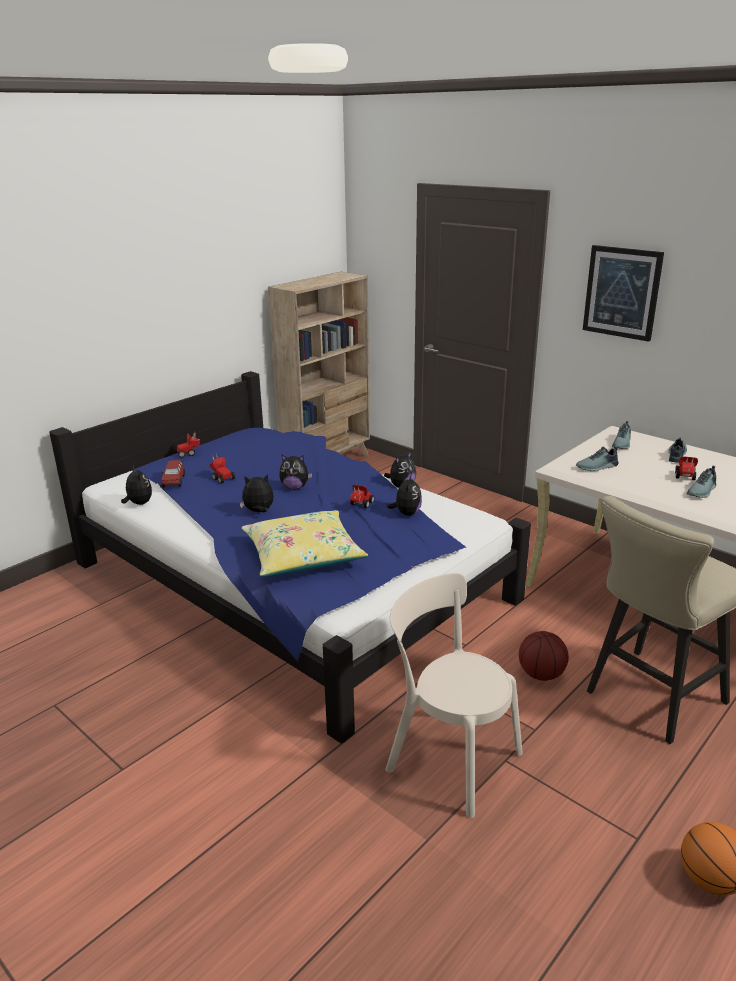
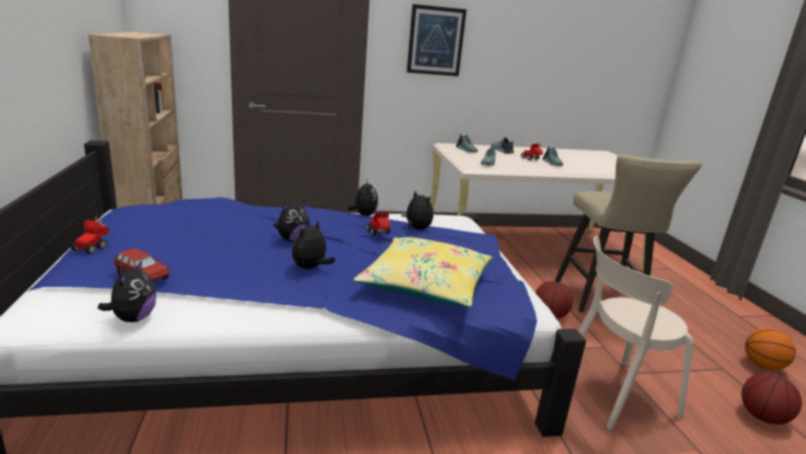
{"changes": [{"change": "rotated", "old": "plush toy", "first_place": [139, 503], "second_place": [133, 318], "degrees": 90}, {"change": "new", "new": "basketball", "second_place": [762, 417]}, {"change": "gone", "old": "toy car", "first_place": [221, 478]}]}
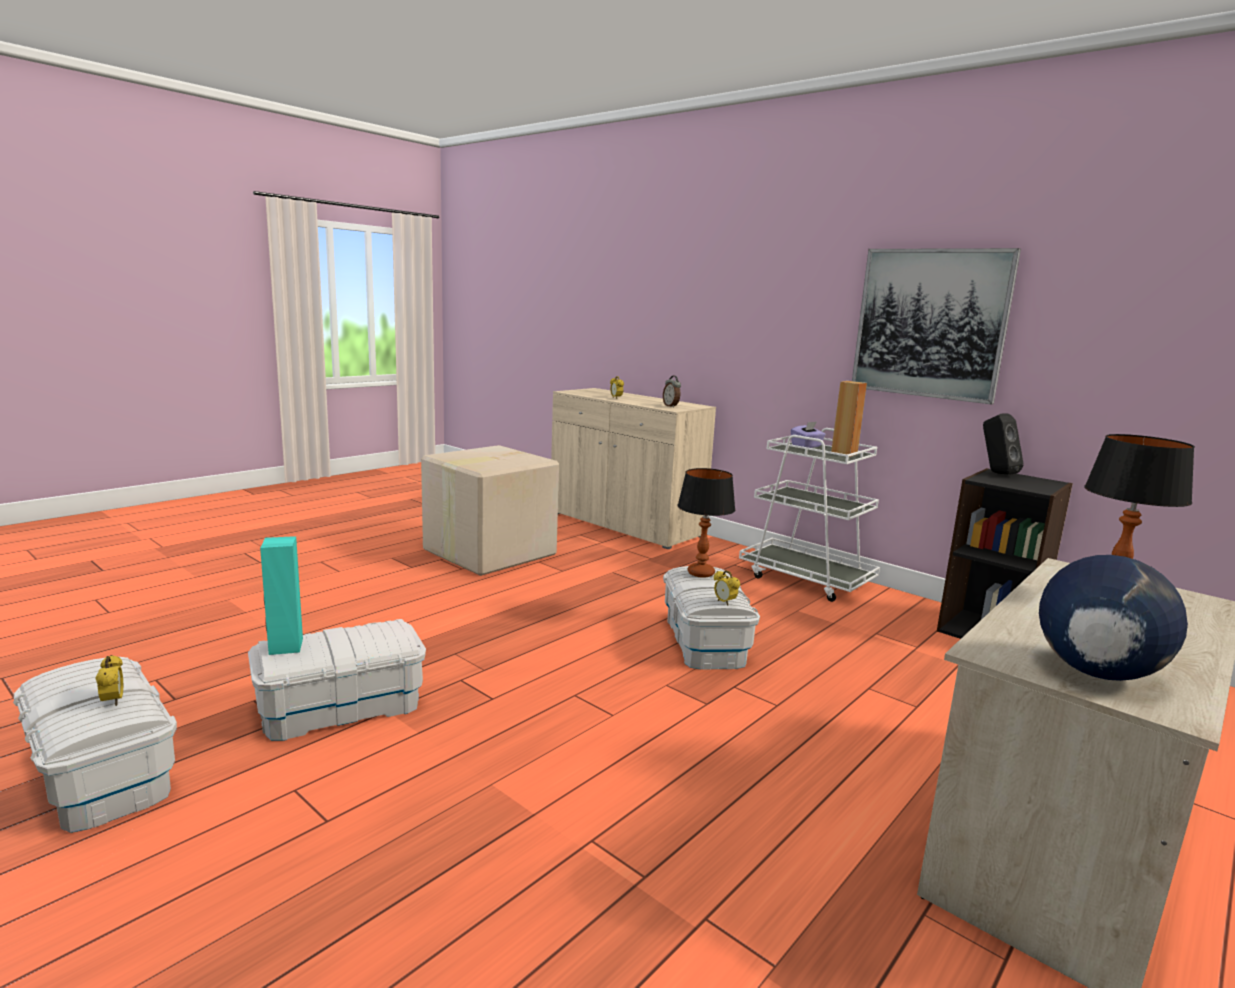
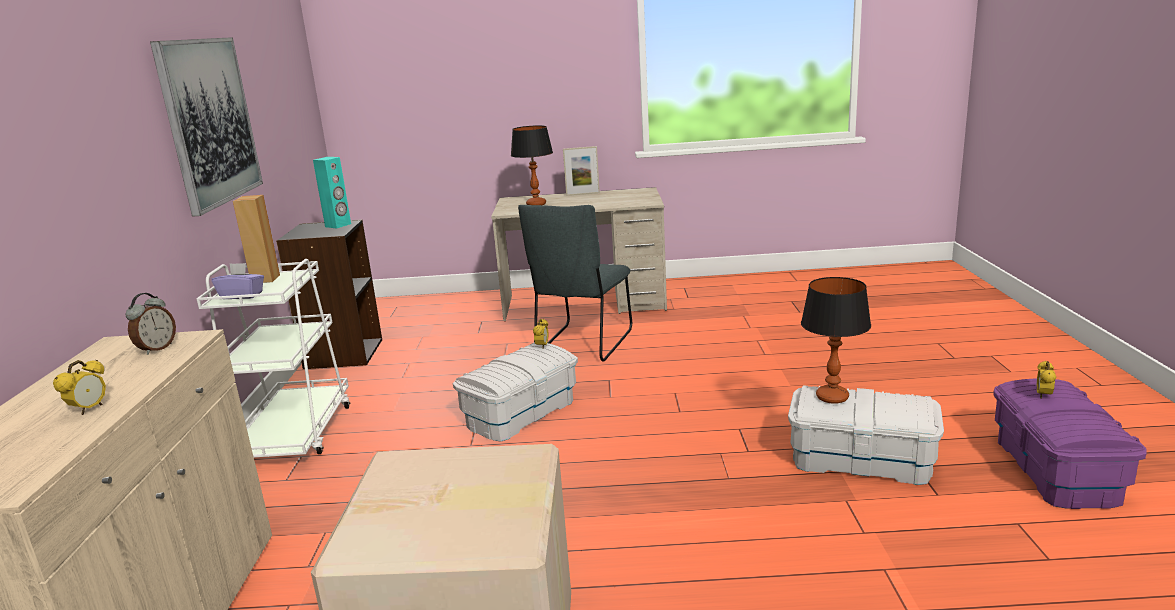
{"changes": [{"change": "shifted", "old": "speaker/turquoise", "first_place": [285, 646], "second_place": [338, 225]}, {"change": "new", "new": "chair/grey", "second_place": [582, 345]}, {"change": "new", "new": "picture frame", "second_place": [583, 194]}, {"change": "shifted", "old": "table lamp", "first_place": [701, 573], "second_place": [832, 397]}, {"change": "repainted", "old": "storage box/white", "new": "storage box/purple", "first_place": [101, 774], "second_place": [1056, 470]}, {"change": "gone", "old": "speaker/black", "first_place": [996, 473]}, {"change": "gone", "old": "globe", "first_place": [1096, 672]}]}
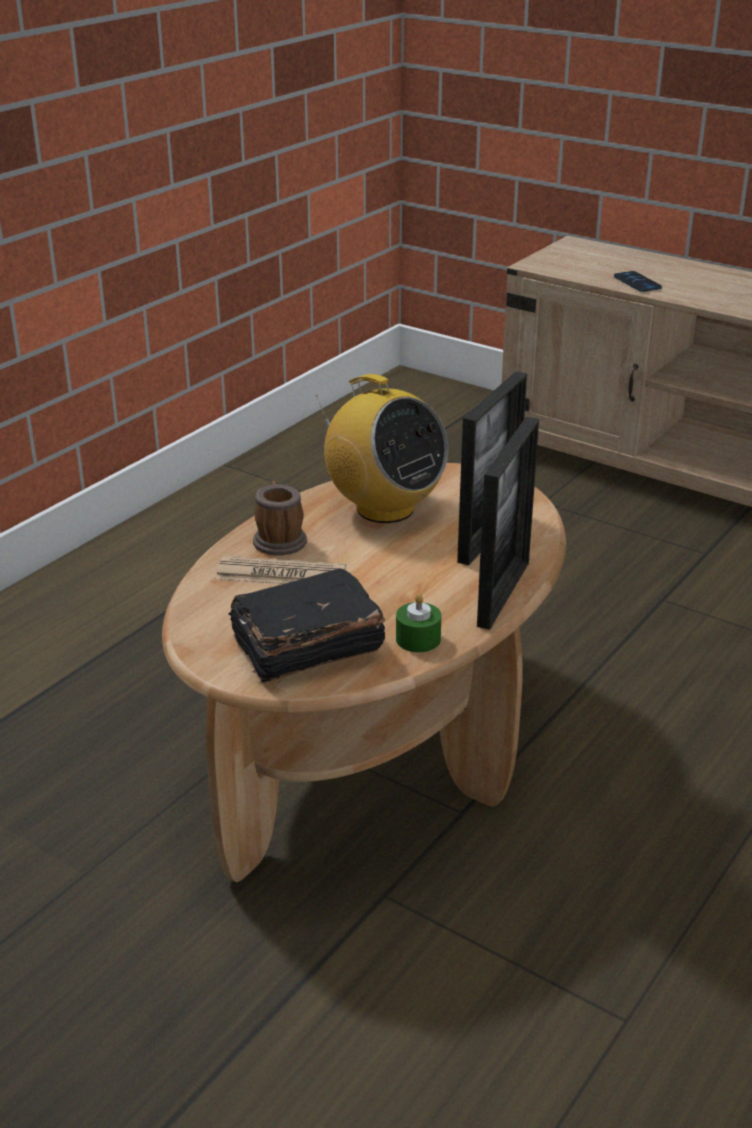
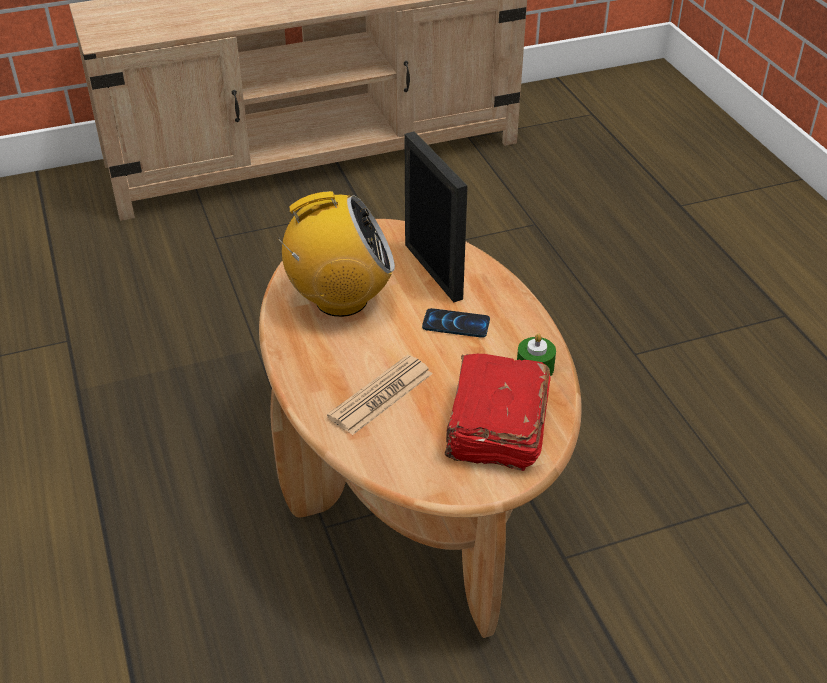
{"changes": [{"change": "shifted", "old": "phone", "first_place": [637, 283], "second_place": [456, 324]}, {"change": "repainted", "old": "book/black", "new": "book/red", "first_place": [305, 647], "second_place": [495, 428]}, {"change": "gone", "old": "mug", "first_place": [278, 539]}, {"change": "gone", "old": "picture frame", "first_place": [503, 593]}]}
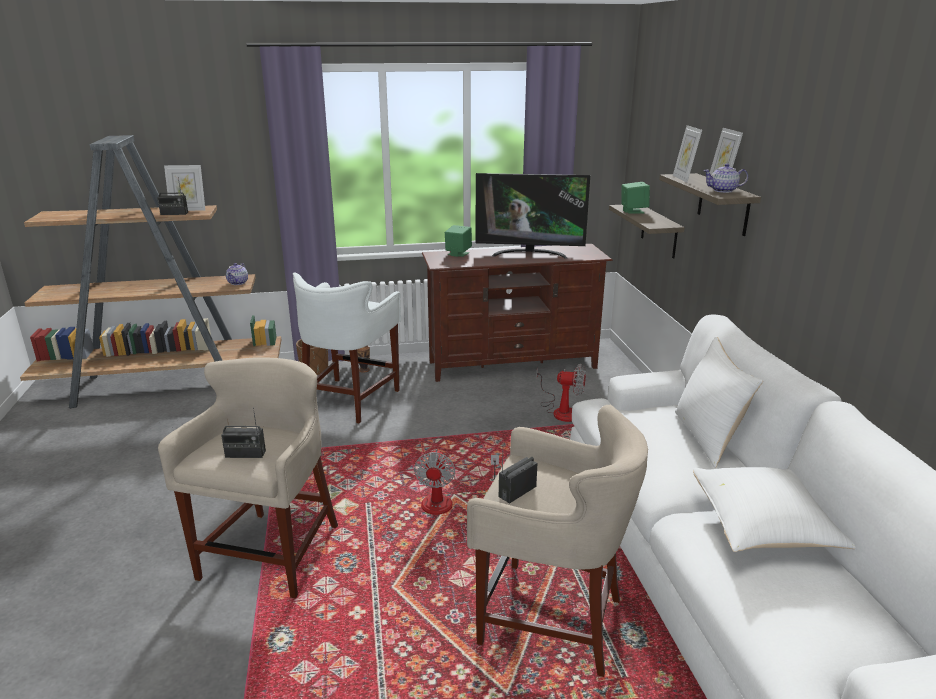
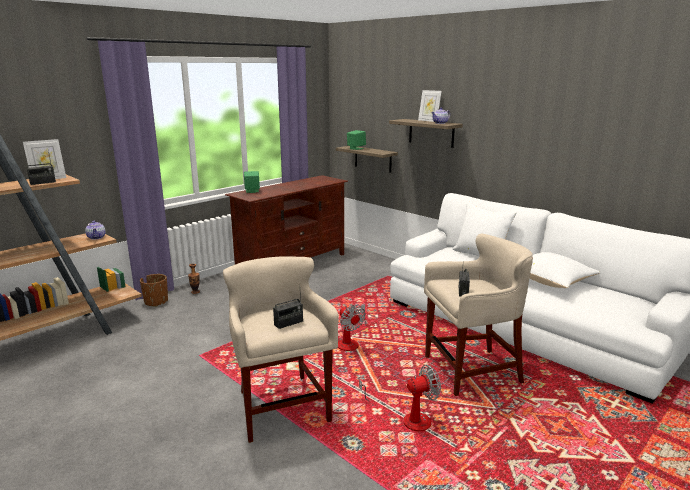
{"changes": [{"change": "shifted", "old": "fan", "first_place": [561, 410], "second_place": [407, 419]}, {"change": "gone", "old": "stool/white", "first_place": [350, 400]}, {"change": "gone", "old": "television", "first_place": [529, 253]}, {"change": "gone", "old": "picture frame", "first_place": [683, 179]}]}
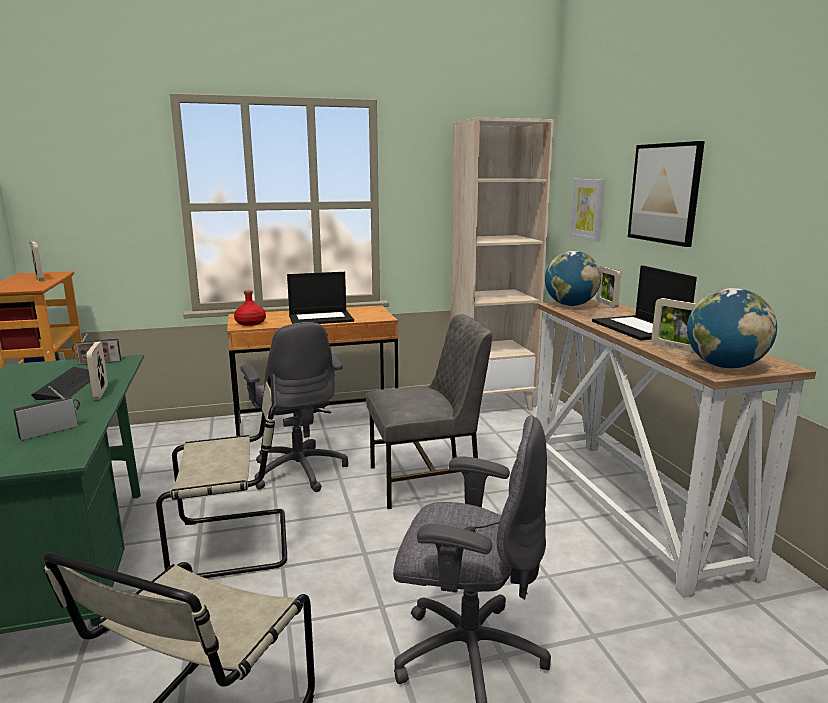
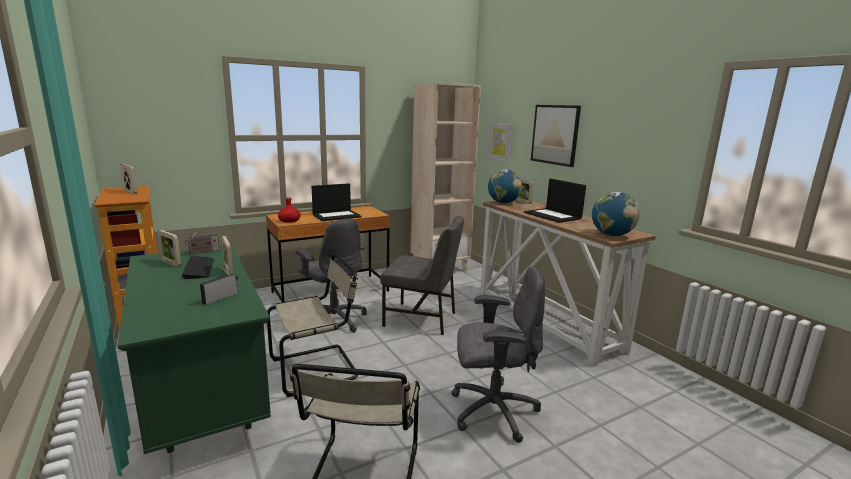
{"changes": [{"change": "shifted", "old": "picture frame", "first_place": [674, 347], "second_place": [171, 263]}, {"change": "rotated", "old": "chair/grey", "first_place": [426, 481], "second_place": [421, 319], "degrees": 45}]}
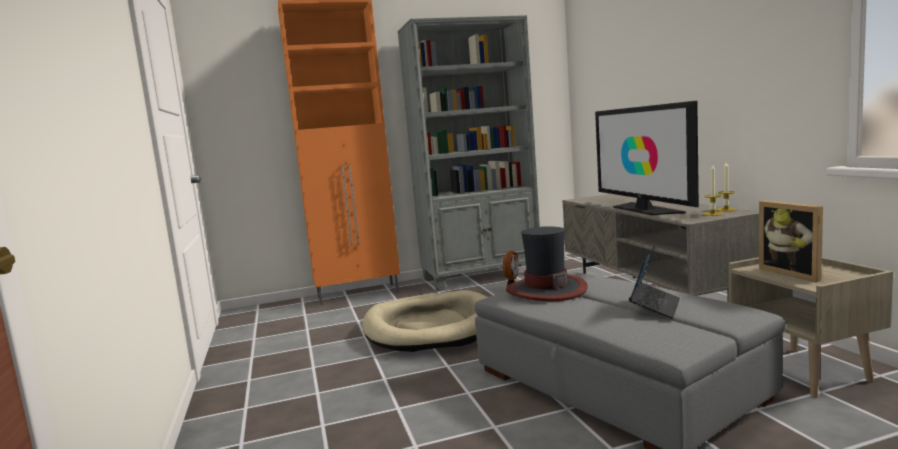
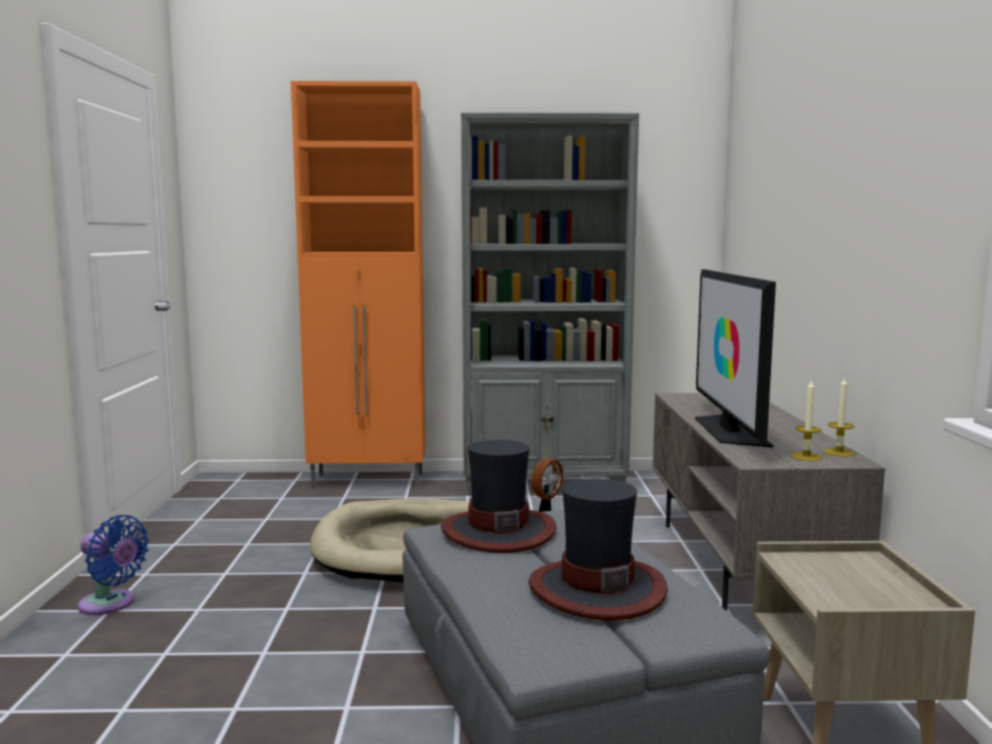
{"changes": [{"change": "new", "new": "fan/blue", "second_place": [110, 604]}, {"change": "swapped", "old": "laptop", "new": "hat", "first_place": [655, 306], "second_place": [596, 589]}, {"change": "gone", "old": "picture frame", "first_place": [794, 273]}]}
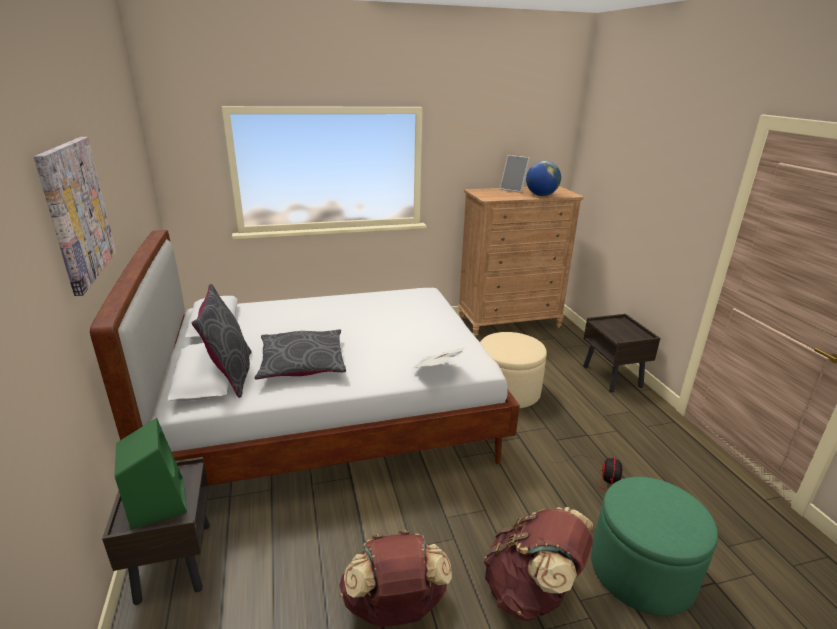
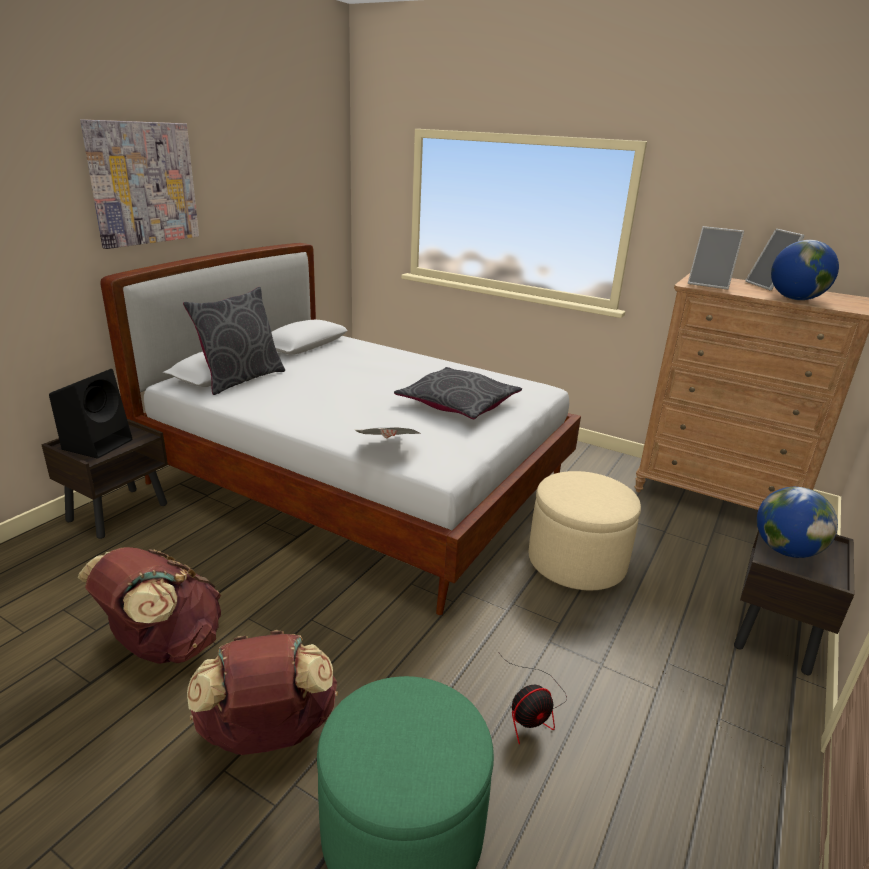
{"changes": [{"change": "repainted", "old": "speaker/green", "new": "speaker/black", "first_place": [157, 502], "second_place": [98, 444]}, {"change": "shifted", "old": "pillow/grey", "first_place": [302, 363], "second_place": [458, 404]}, {"change": "new", "new": "picture frame", "second_place": [709, 284]}, {"change": "new", "new": "globe", "second_place": [785, 550]}]}
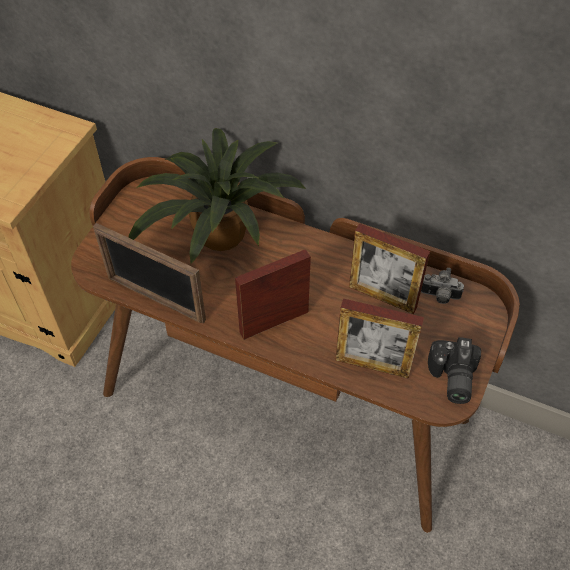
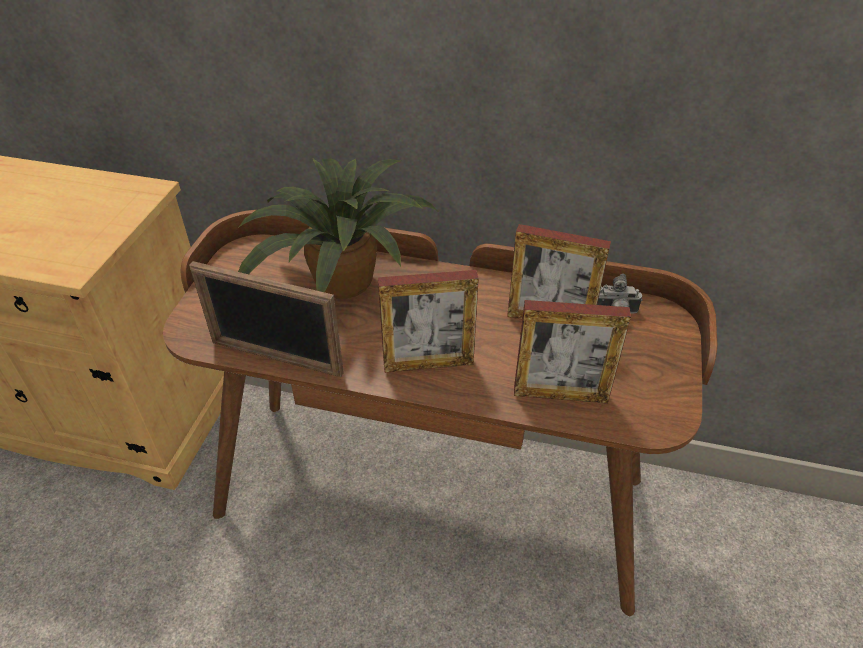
{"changes": [{"change": "rotated", "old": "picture frame", "first_place": [274, 322], "second_place": [428, 364], "degrees": -150}, {"change": "gone", "old": "photo camera", "first_place": [451, 378]}]}
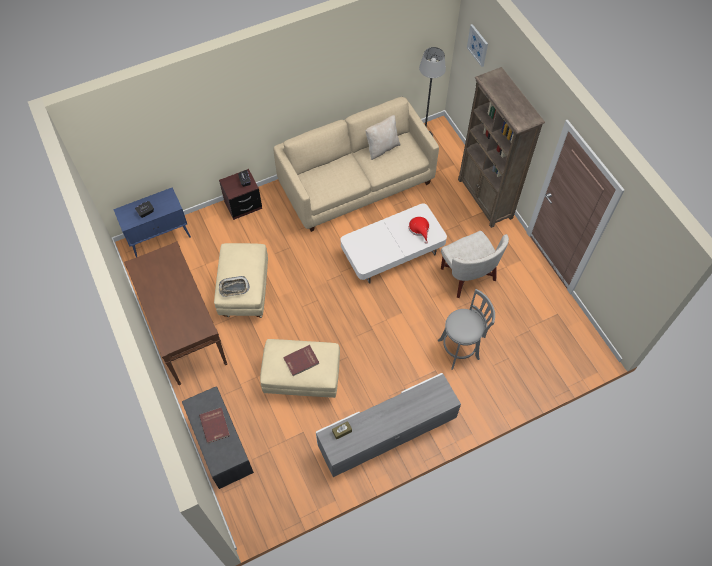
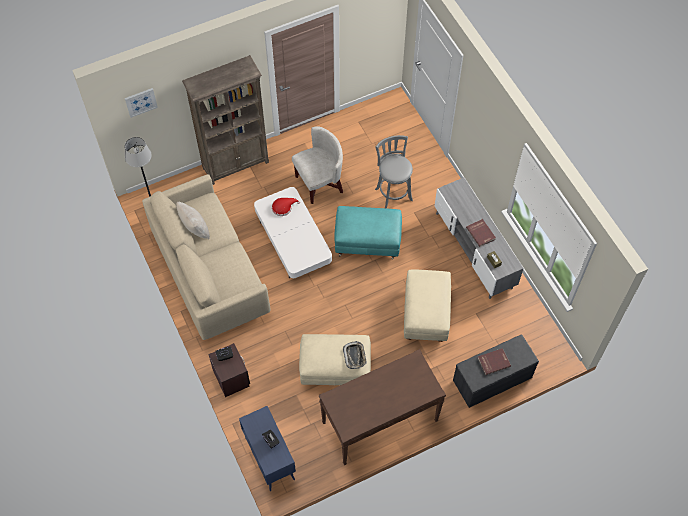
{"changes": [{"change": "new", "new": "ottoman/turquoise", "second_place": [367, 242]}, {"change": "shifted", "old": "book/red", "first_place": [301, 361], "second_place": [481, 233]}]}
